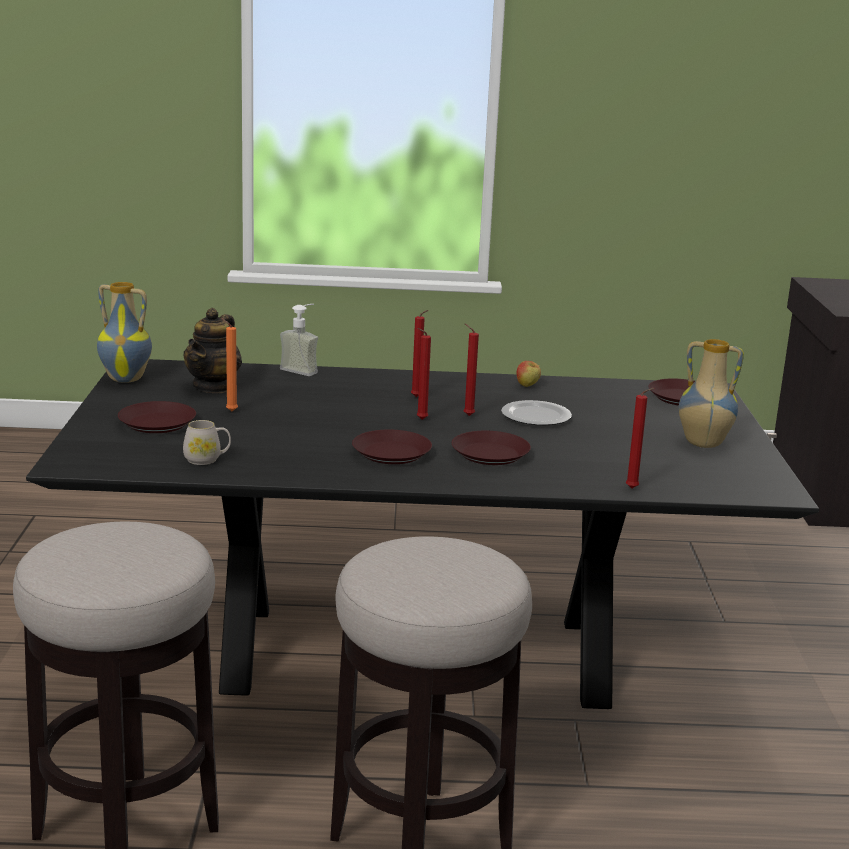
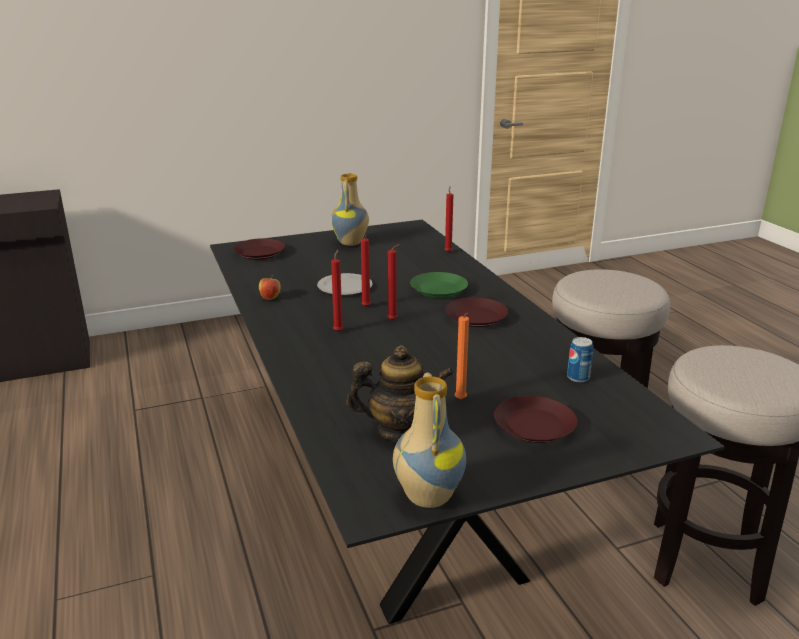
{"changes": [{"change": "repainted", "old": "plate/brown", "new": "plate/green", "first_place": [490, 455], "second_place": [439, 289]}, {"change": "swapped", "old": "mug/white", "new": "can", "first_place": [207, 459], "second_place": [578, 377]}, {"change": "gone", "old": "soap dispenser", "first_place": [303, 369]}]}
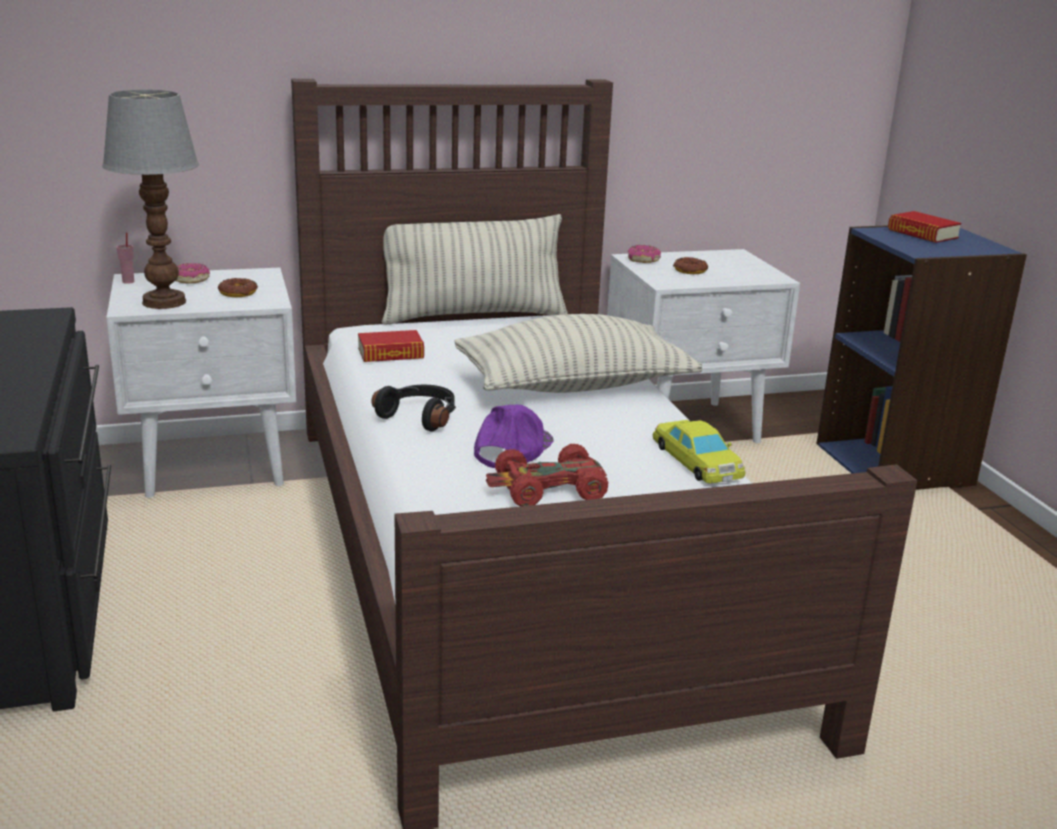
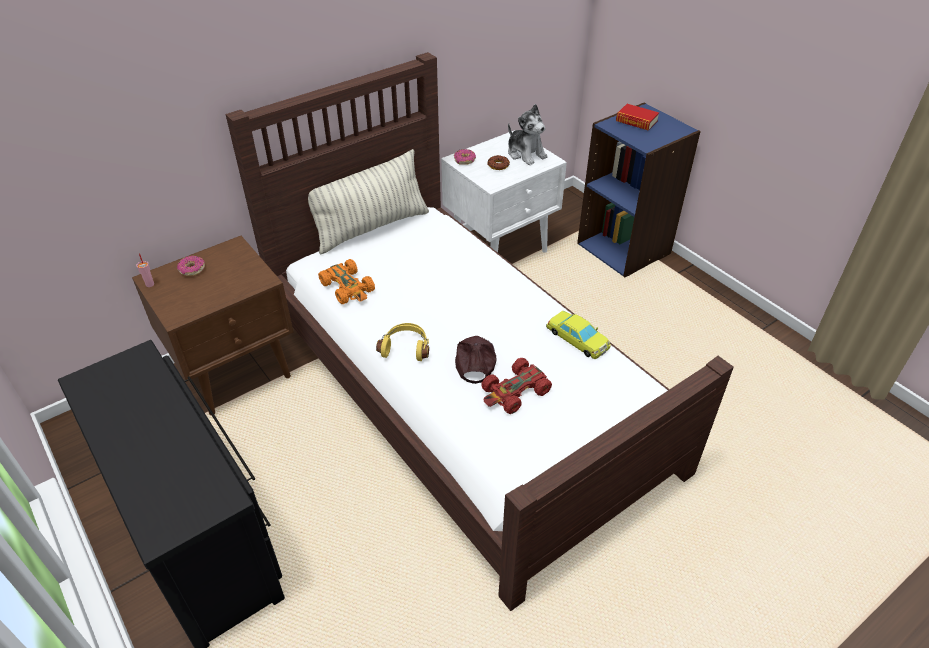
{"changes": [{"change": "repainted", "old": "nightstand/white", "new": "nightstand/brown", "first_place": [216, 467], "second_place": [237, 372]}, {"change": "swapped", "old": "book", "new": "toy car/orange", "first_place": [391, 353], "second_place": [348, 287]}, {"change": "repainted", "old": "headphones/black", "new": "headphones/yellow", "first_place": [420, 417], "second_place": [406, 347]}, {"change": "repainted", "old": "cap/purple", "new": "cap/brown", "first_place": [511, 448], "second_place": [474, 361]}, {"change": "new", "new": "plush toy", "second_place": [525, 153]}, {"change": "gone", "old": "table lamp", "first_place": [164, 302]}, {"change": "gone", "old": "donut", "first_place": [238, 293]}, {"change": "gone", "old": "pillow", "first_place": [574, 386]}]}
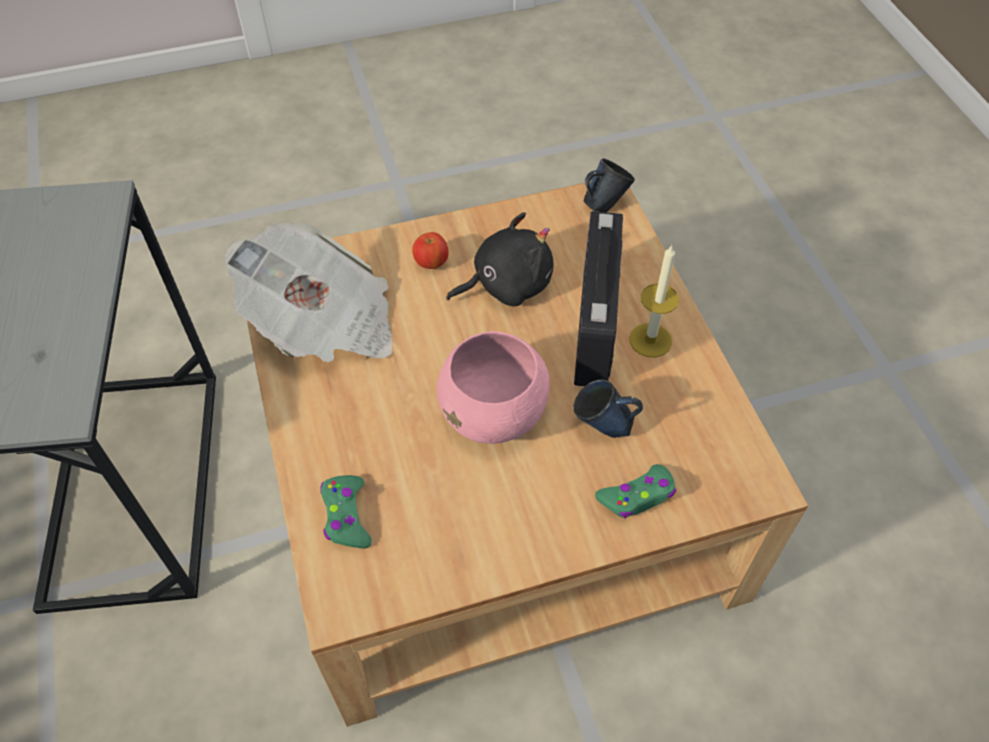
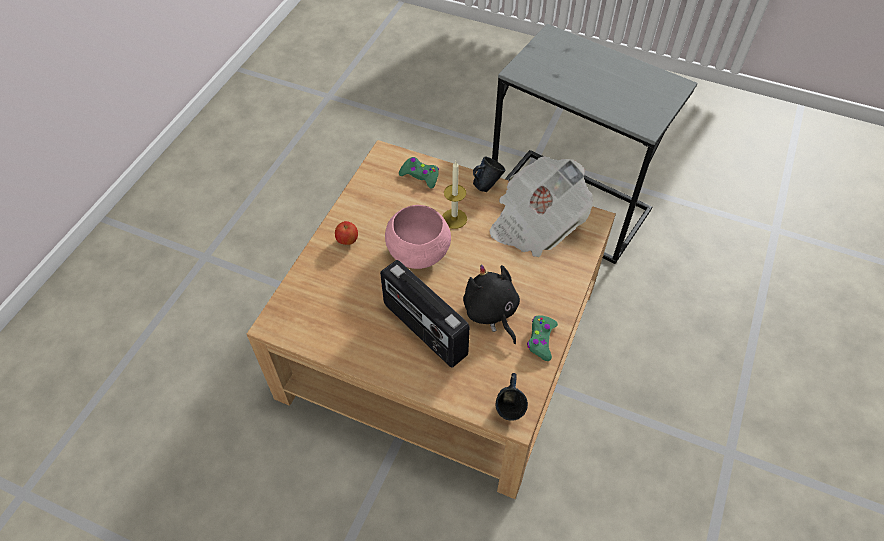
{"changes": [{"change": "shifted", "old": "apple", "first_place": [431, 263], "second_place": [347, 240]}, {"change": "shifted", "old": "candle", "first_place": [650, 340], "second_place": [454, 218]}, {"change": "rotated", "old": "plush toy/black", "first_place": [506, 284], "second_place": [491, 312], "degrees": 135}, {"change": "shifted", "old": "mug/blue", "first_place": [603, 429], "second_place": [486, 185]}, {"change": "shifted", "old": "game controller/green", "first_place": [637, 496], "second_place": [541, 340]}]}
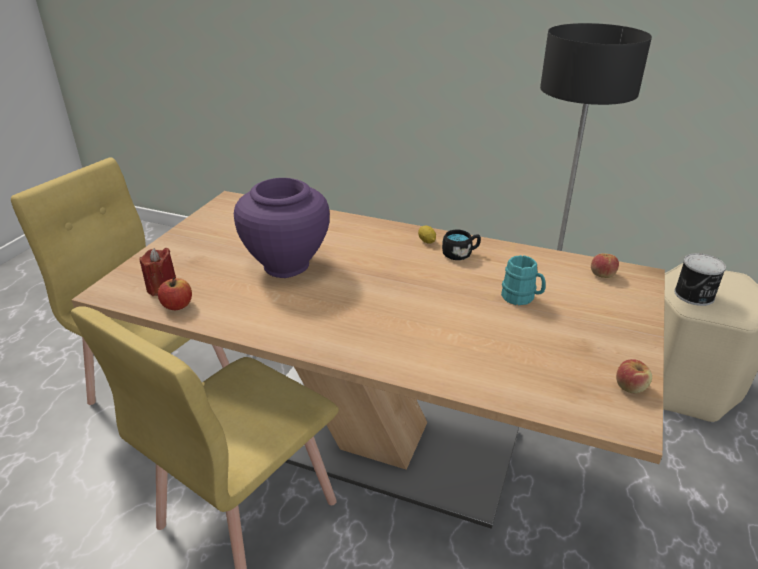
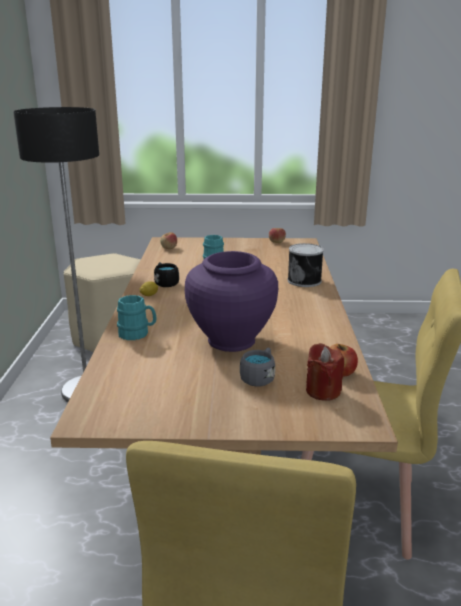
{"changes": [{"change": "new", "new": "mug/turquoise", "second_place": [137, 334]}, {"change": "new", "new": "mug/grey", "second_place": [259, 377]}, {"change": "shifted", "old": "can", "first_place": [695, 295], "second_place": [305, 280]}]}
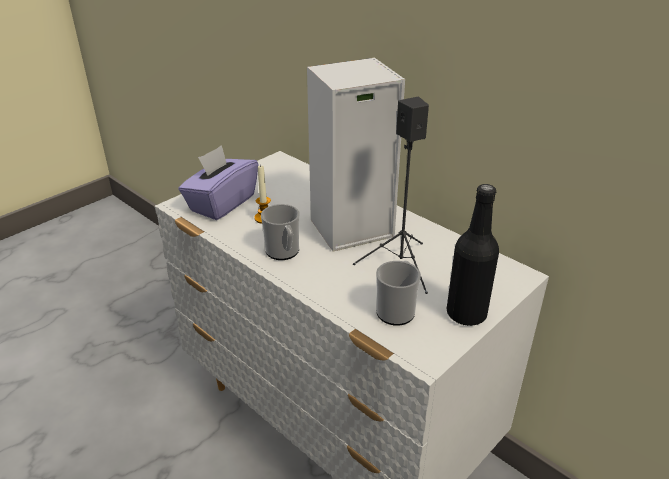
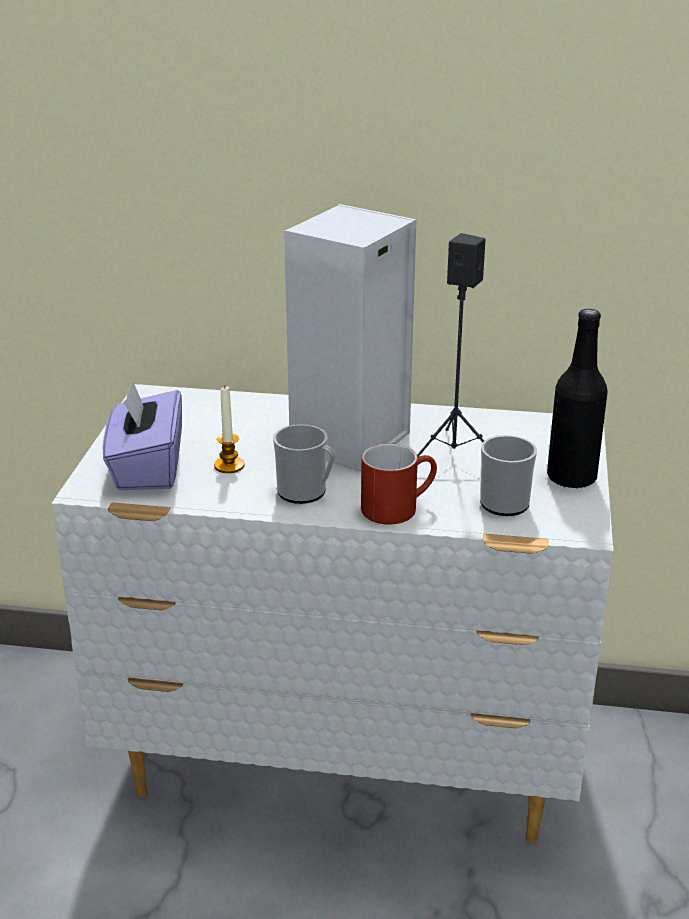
{"changes": [{"change": "new", "new": "mug/red", "second_place": [398, 506]}]}
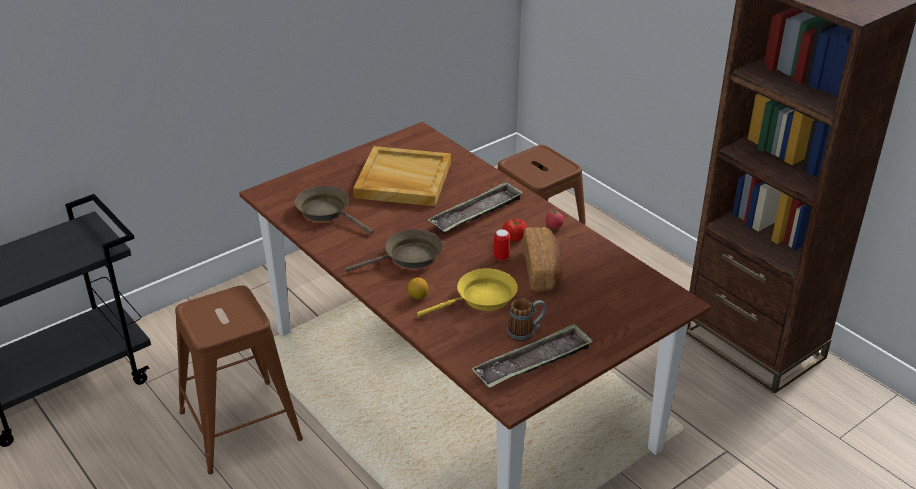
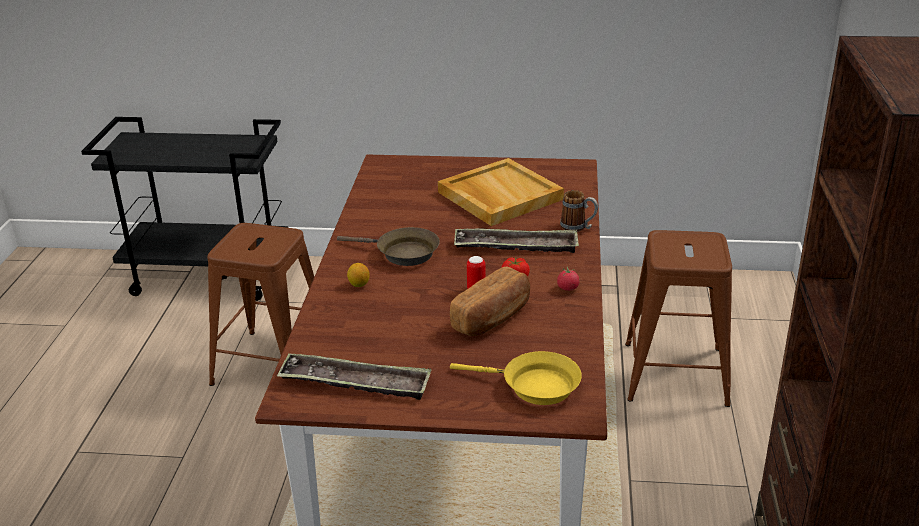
{"changes": [{"change": "shifted", "old": "frying pan/yellow", "first_place": [481, 299], "second_place": [534, 386]}, {"change": "shifted", "old": "mug", "first_place": [526, 332], "second_place": [578, 227]}, {"change": "gone", "old": "frying pan/brown", "first_place": [327, 212]}]}
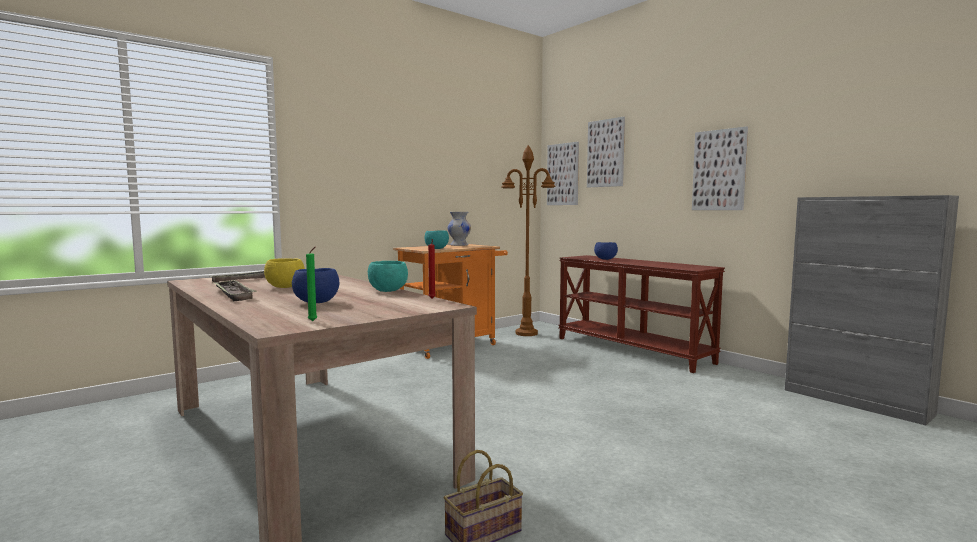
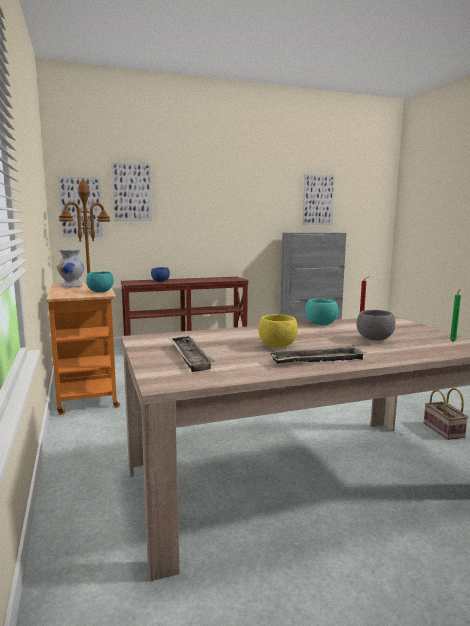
{"changes": [{"change": "shifted", "old": "picture", "first_place": [719, 170], "second_place": [318, 200]}, {"change": "repainted", "old": "bowl/blue", "new": "bowl/grey", "first_place": [317, 302], "second_place": [374, 339]}]}
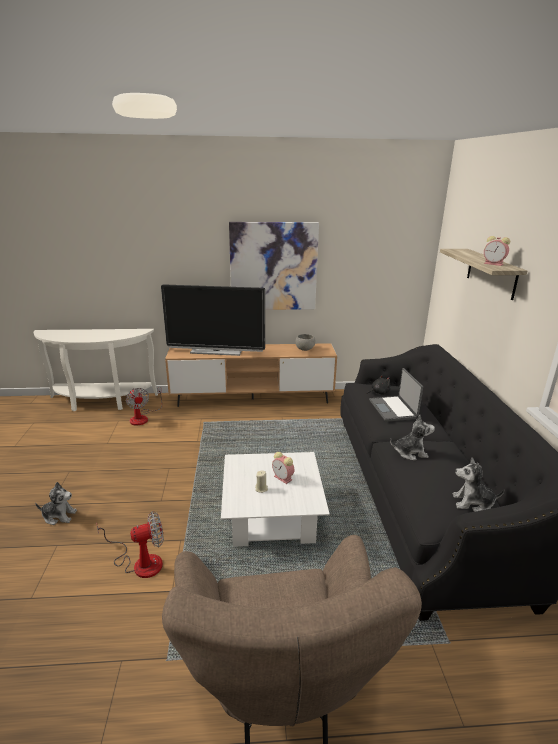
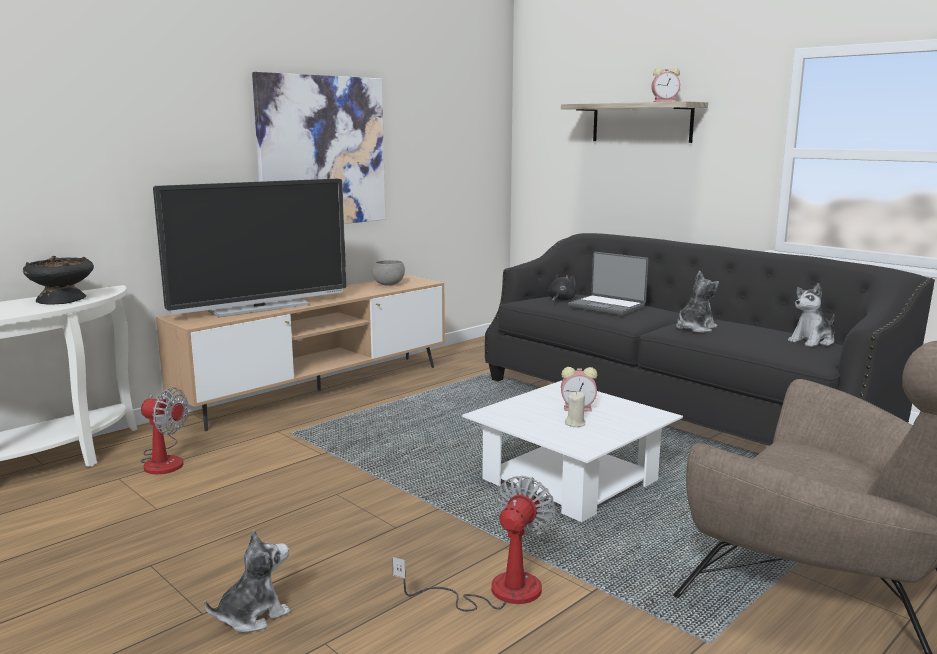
{"changes": [{"change": "new", "new": "bowl/black", "second_place": [63, 299]}]}
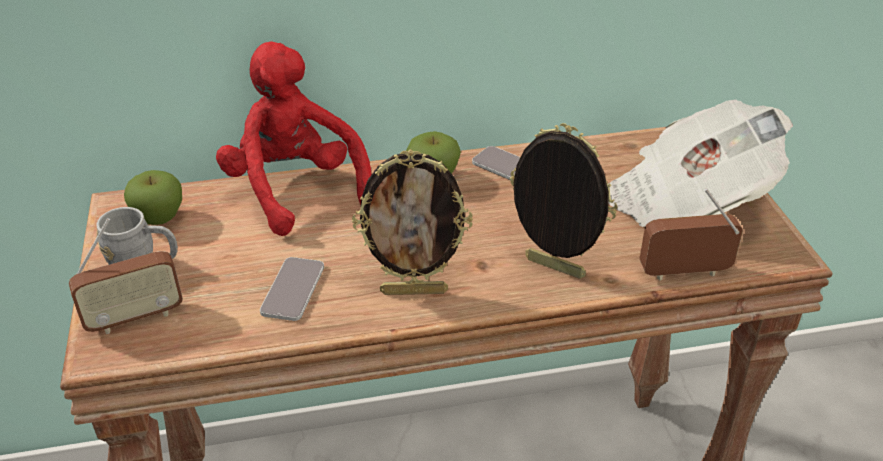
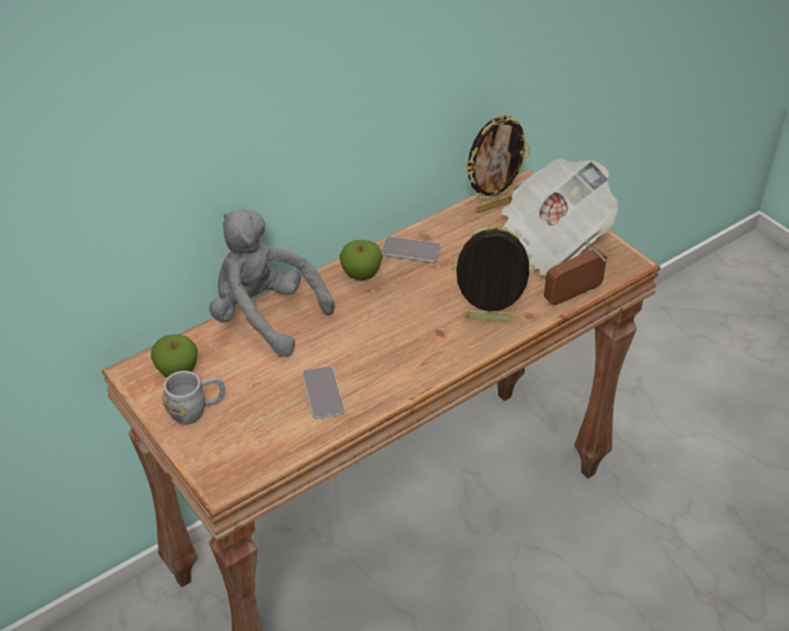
{"changes": [{"change": "repainted", "old": "plush toy/red", "new": "plush toy/grey", "first_place": [295, 190], "second_place": [264, 316]}, {"change": "shifted", "old": "picture frame", "first_place": [414, 291], "second_place": [493, 205]}, {"change": "gone", "old": "radio", "first_place": [135, 318]}]}
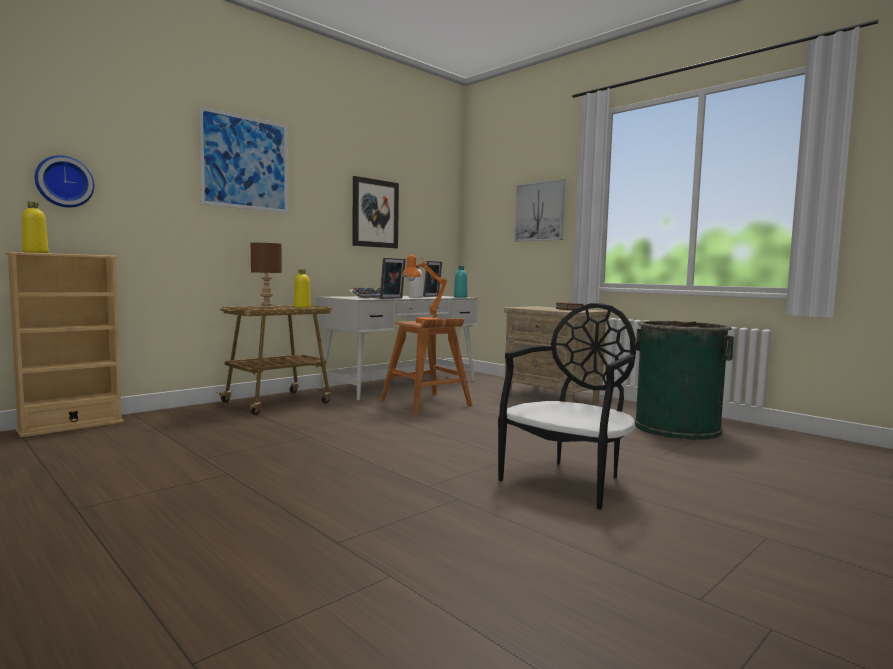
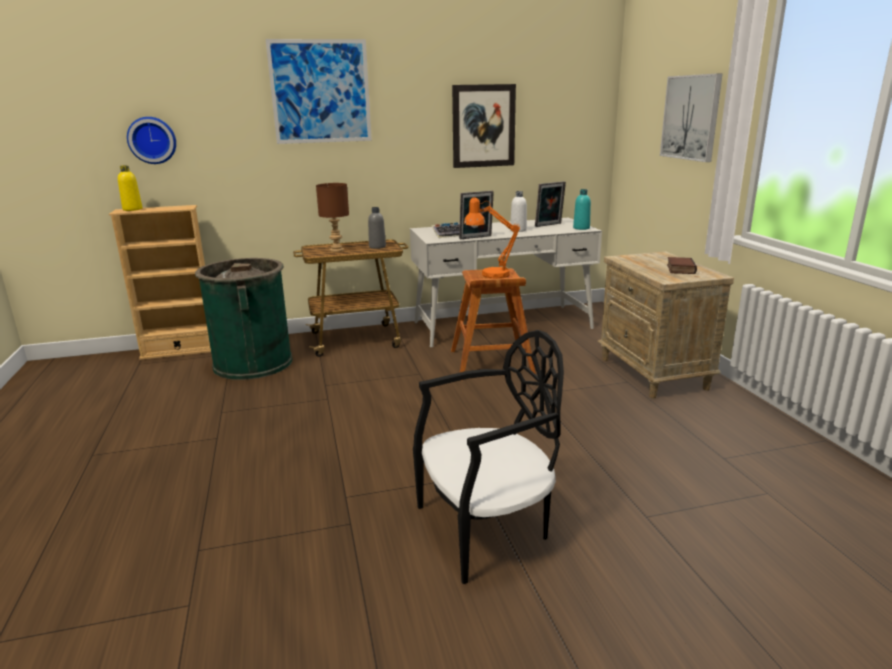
{"changes": [{"change": "shifted", "old": "trash can/green", "first_place": [676, 428], "second_place": [253, 363]}, {"change": "repainted", "old": "bottle/yellow", "new": "bottle/grey", "first_place": [302, 307], "second_place": [377, 247]}]}
